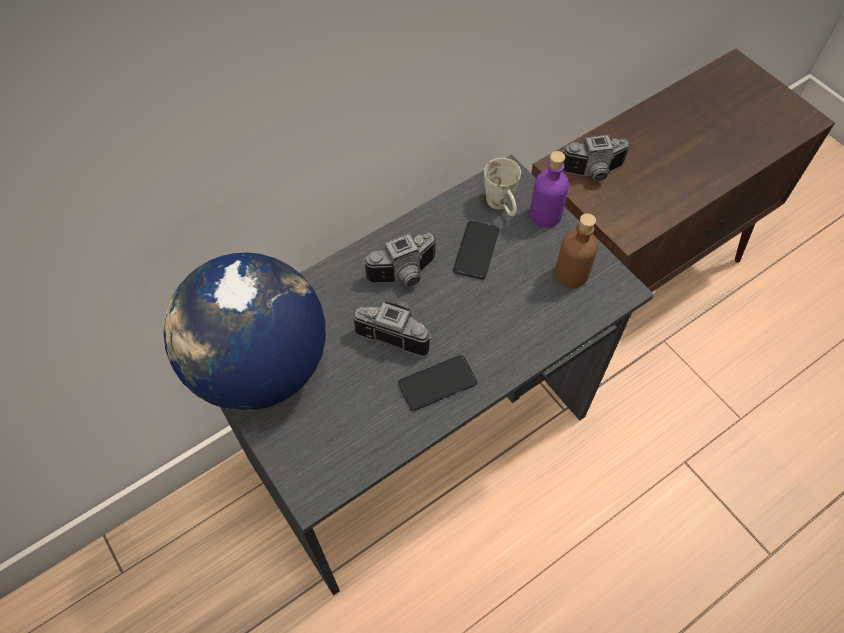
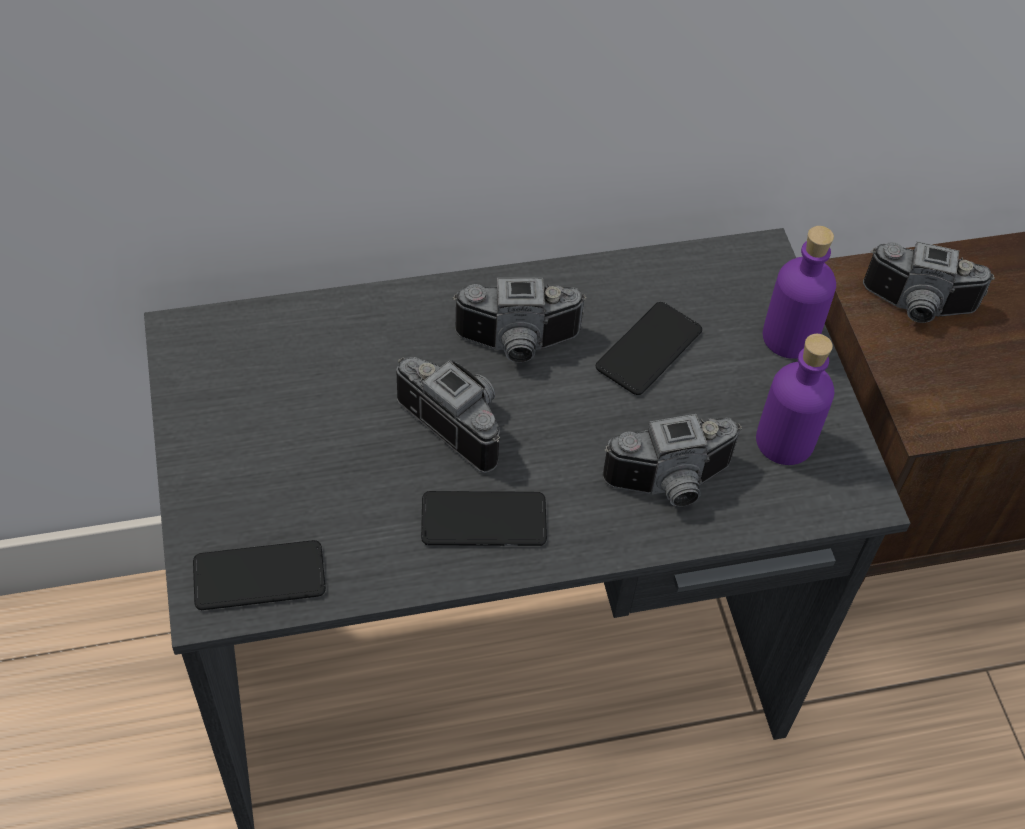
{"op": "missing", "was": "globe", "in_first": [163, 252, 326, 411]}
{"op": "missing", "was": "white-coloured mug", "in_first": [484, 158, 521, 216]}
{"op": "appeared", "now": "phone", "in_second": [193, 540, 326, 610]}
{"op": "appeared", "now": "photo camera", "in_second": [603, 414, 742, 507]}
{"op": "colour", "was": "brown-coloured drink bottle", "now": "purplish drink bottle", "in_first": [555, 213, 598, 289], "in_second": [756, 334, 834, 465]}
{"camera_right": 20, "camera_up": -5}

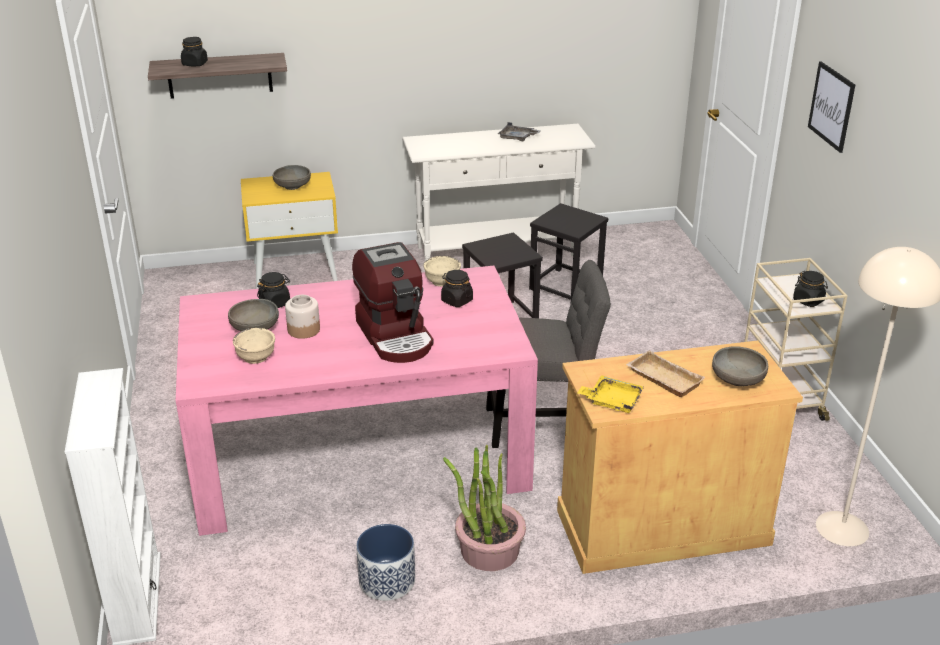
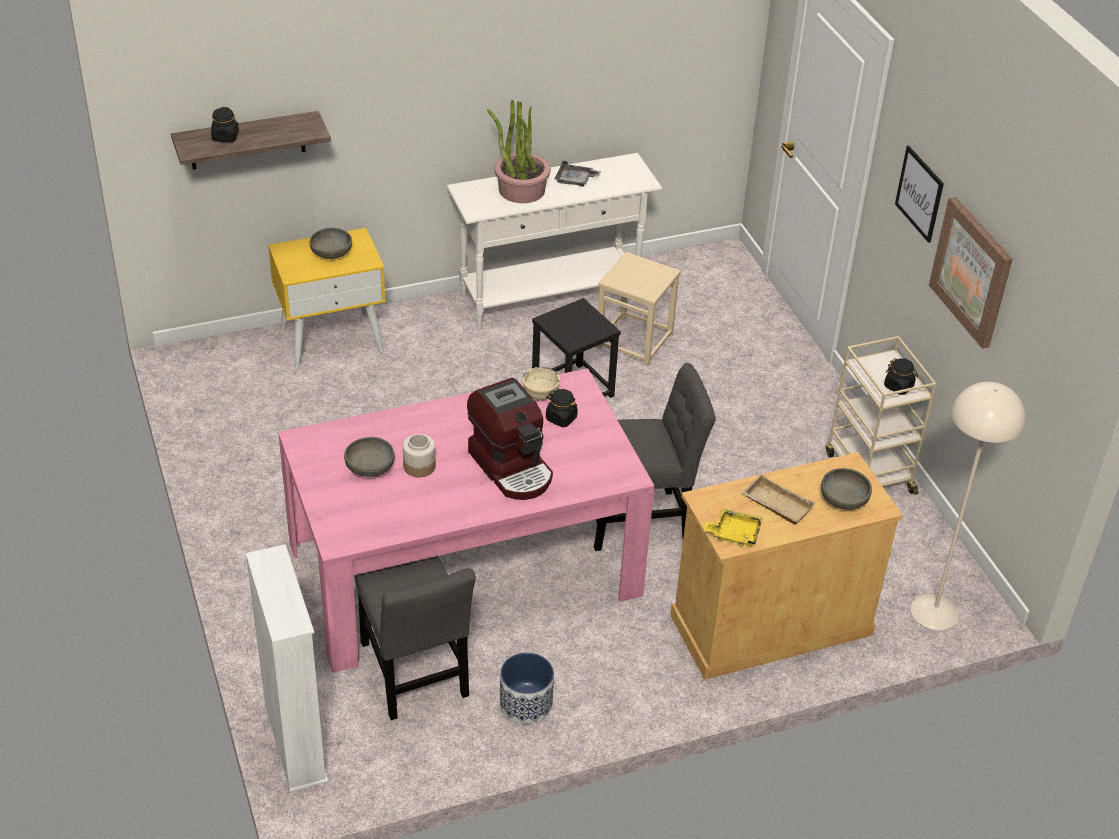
{"op": "missing", "was": "sand-coloured serving bowl", "in_first": [233, 328, 275, 364]}
{"op": "missing", "was": "black storage jar", "in_first": [257, 272, 290, 308]}
{"op": "appeared", "now": "gray upright chair", "in_second": [355, 556, 476, 720]}
{"op": "appeared", "now": "wall art", "in_second": [929, 197, 1013, 349]}
{"op": "relocated", "was": "plant in a pot", "in_first": [443, 445, 526, 571], "in_second": [487, 100, 551, 203]}
{"op": "colour", "was": "black stool", "now": "sand-coloured stool", "in_first": [529, 203, 608, 301], "in_second": [596, 252, 681, 366]}
{"camera_right": -10, "camera_up": 10}

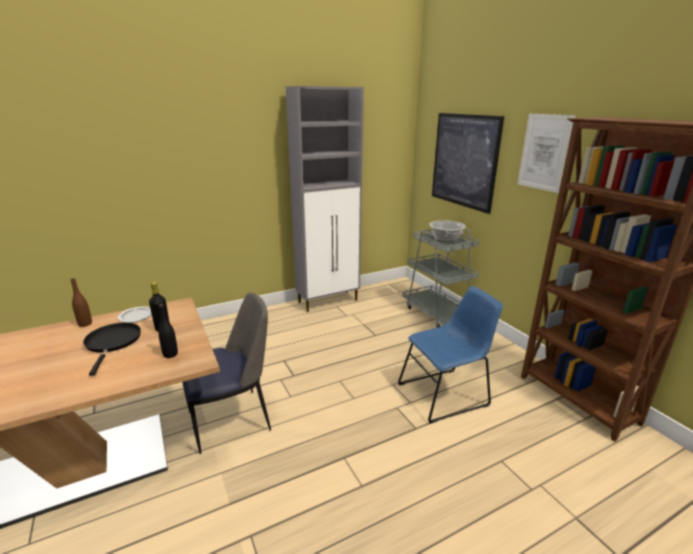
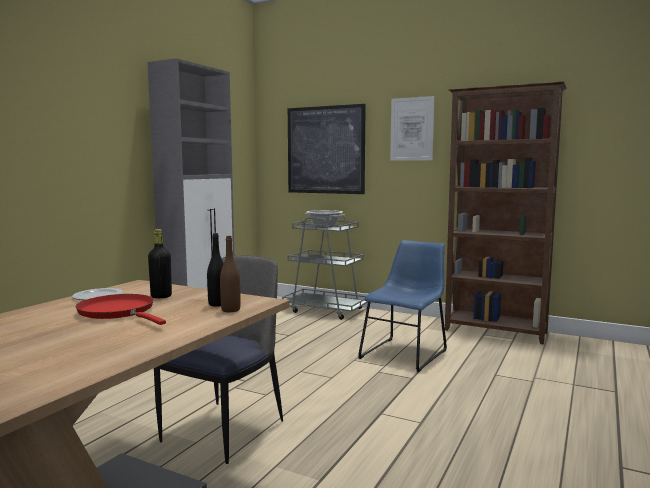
{"op": "relocated", "was": "brown-coloured drink bottle", "in_first": [71, 278, 92, 327], "in_second": [220, 236, 241, 312]}
{"op": "colour", "was": "black frying pan", "now": "reddish frying pan", "in_first": [83, 323, 141, 376], "in_second": [76, 294, 166, 325]}
{"camera_right": -35, "camera_up": -15}

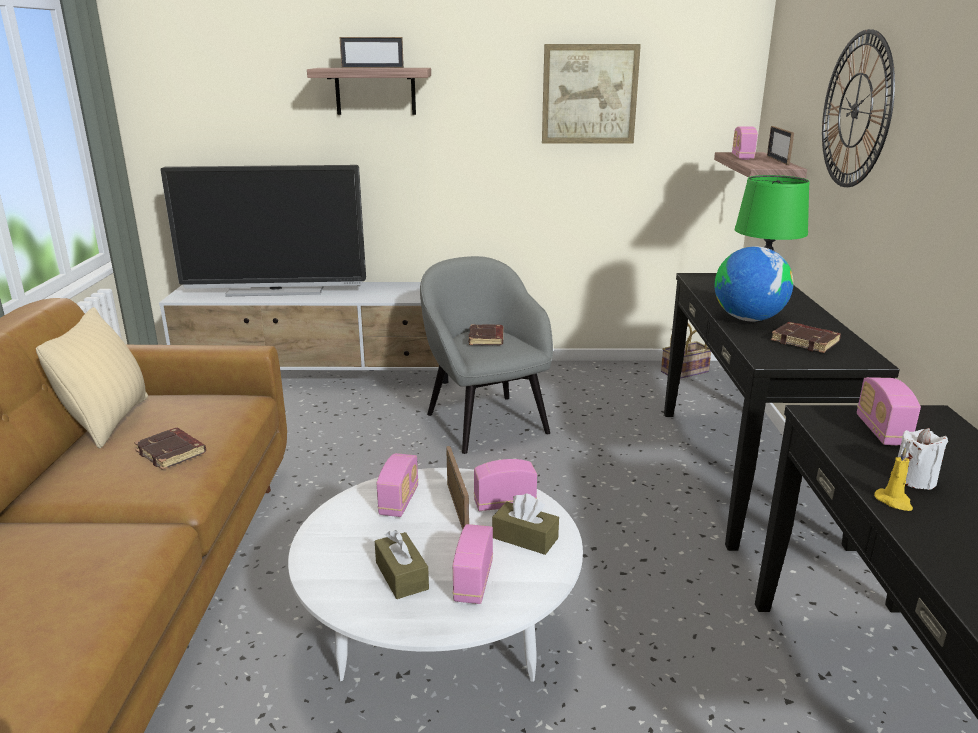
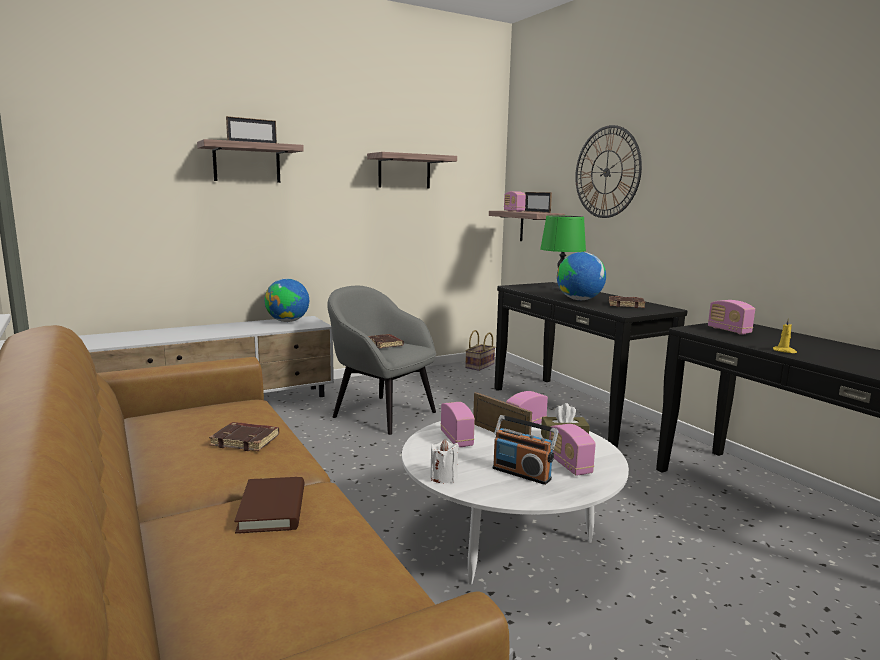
{"op": "missing", "was": "sand-coloured cushion", "in_first": [36, 307, 148, 449]}
{"op": "missing", "was": "TV set", "in_first": [160, 165, 366, 296]}
{"op": "appeared", "now": "brown-coloured book", "in_second": [234, 477, 304, 534]}
{"op": "appeared", "now": "globe", "in_second": [264, 279, 309, 322]}
{"op": "relocated", "was": "white-coloured wax light", "in_first": [898, 428, 948, 490], "in_second": [430, 439, 459, 484]}
{"op": "exchanged", "was": "brown-coloured tissue box", "now": "radio receiver", "in_first": [375, 530, 429, 599], "in_second": [493, 415, 558, 485]}
{"op": "exchanged", "was": "wall art", "now": "wall shelf", "in_first": [542, 44, 641, 143], "in_second": [367, 152, 457, 189]}
{"camera_right": -30, "camera_up": -10}

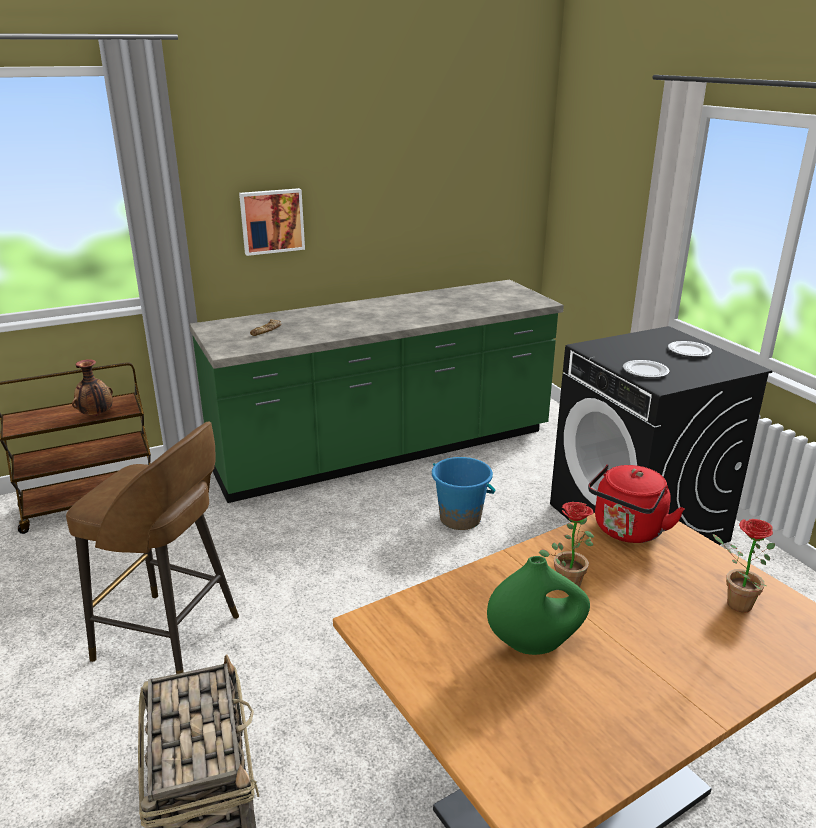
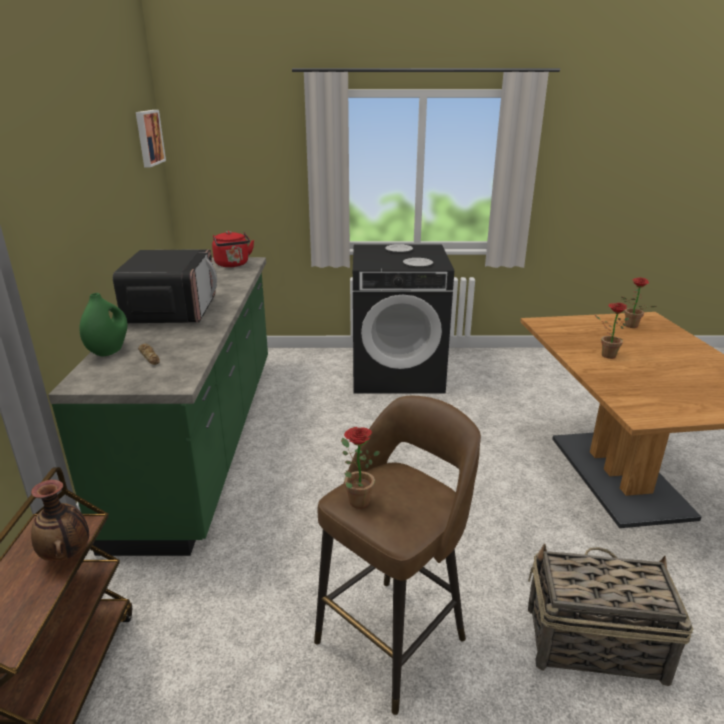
{"op": "missing", "was": "bluish bucket", "in_first": [432, 457, 496, 530]}
{"op": "appeared", "now": "microwave oven", "in_second": [113, 249, 217, 323]}
{"op": "appeared", "now": "plant in a pot", "in_second": [341, 427, 380, 509]}
{"op": "relocated", "was": "wall art", "in_first": [239, 188, 305, 256], "in_second": [136, 110, 166, 167]}
{"op": "relocated", "was": "greenish vase", "in_first": [487, 556, 590, 655], "in_second": [80, 293, 128, 357]}
{"op": "relocated", "was": "reddish water kettle", "in_first": [588, 464, 685, 543], "in_second": [212, 231, 254, 267]}
{"camera_right": -65, "camera_up": 0}

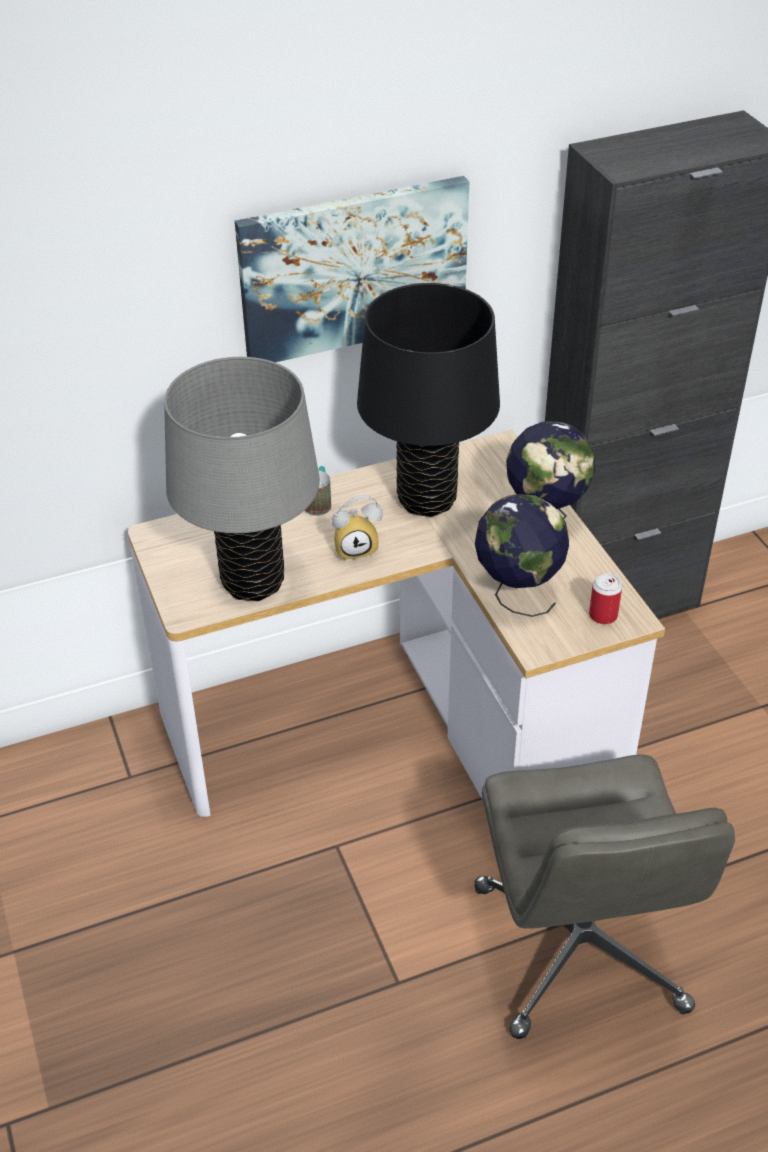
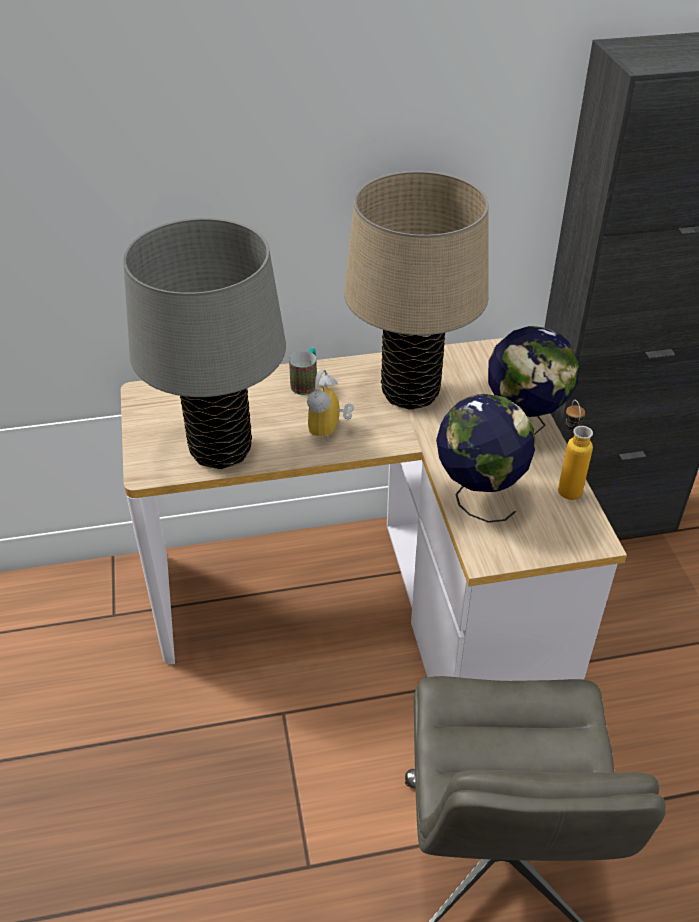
{"op": "missing", "was": "wall art", "in_first": [235, 176, 469, 363]}
{"op": "missing", "was": "metal can", "in_first": [589, 573, 622, 624]}
{"op": "appeared", "now": "drink bottle", "in_second": [558, 400, 593, 500]}
{"op": "colour", "was": "black tabletop lamp", "now": "sand-coloured tabletop lamp", "in_first": [357, 283, 500, 517], "in_second": [344, 171, 489, 410]}
{"op": "spun", "was": "alarm clock", "in_first": [332, 494, 383, 561], "in_second": [307, 369, 354, 442], "clockwise": 105}
{"camera_right": 10, "camera_up": 0}

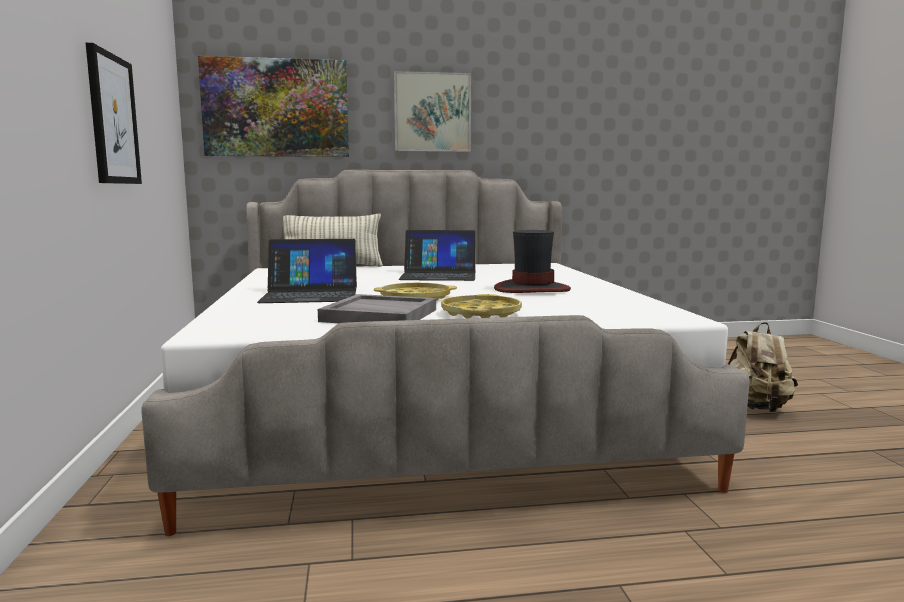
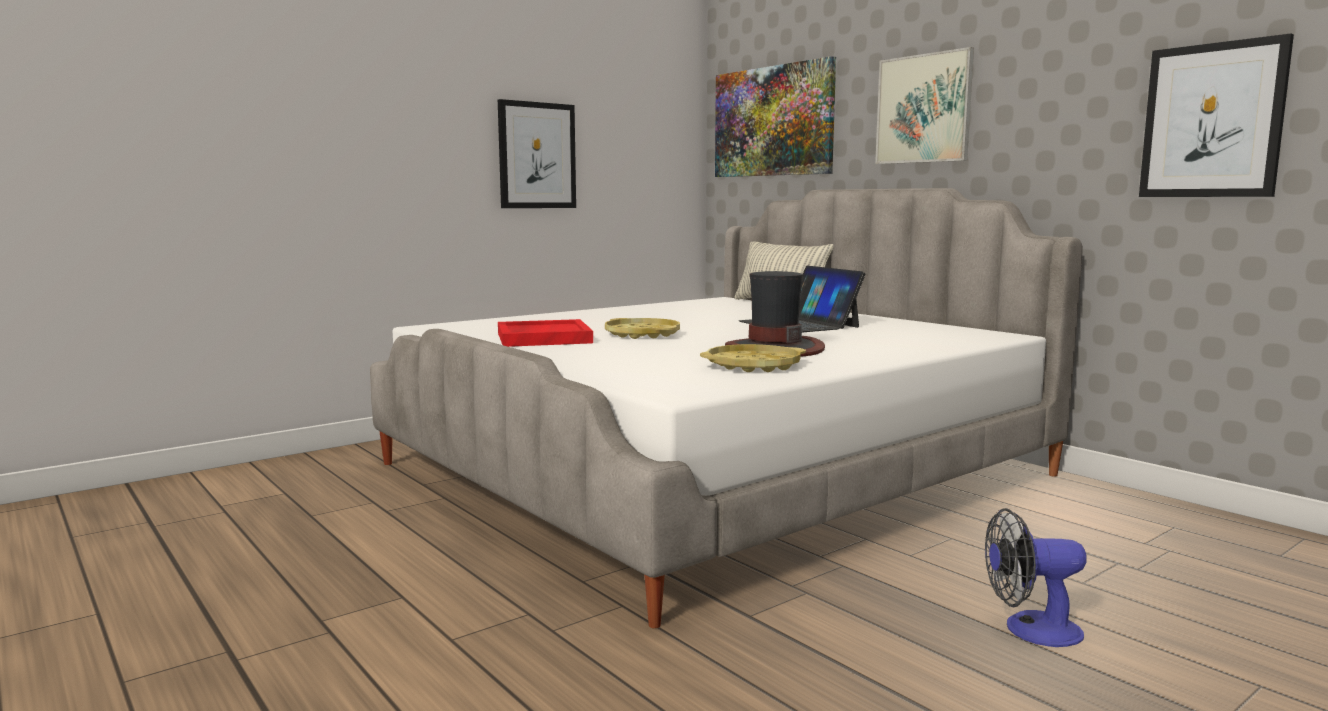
{"op": "missing", "was": "notebook computer", "in_first": [257, 239, 357, 303]}
{"op": "appeared", "now": "wall art", "in_second": [1139, 34, 1294, 197]}
{"op": "relocated", "was": "yellow serving tray", "in_first": [441, 294, 522, 318], "in_second": [700, 344, 806, 372]}
{"op": "exchanged", "was": "sand-coloured knapsack", "now": "electric fan", "in_first": [728, 322, 798, 412], "in_second": [985, 508, 1086, 647]}
{"op": "colour", "was": "gray serving tray", "now": "reddish serving tray", "in_first": [318, 294, 436, 323], "in_second": [498, 319, 593, 347]}
{"camera_right": 60, "camera_up": 0}

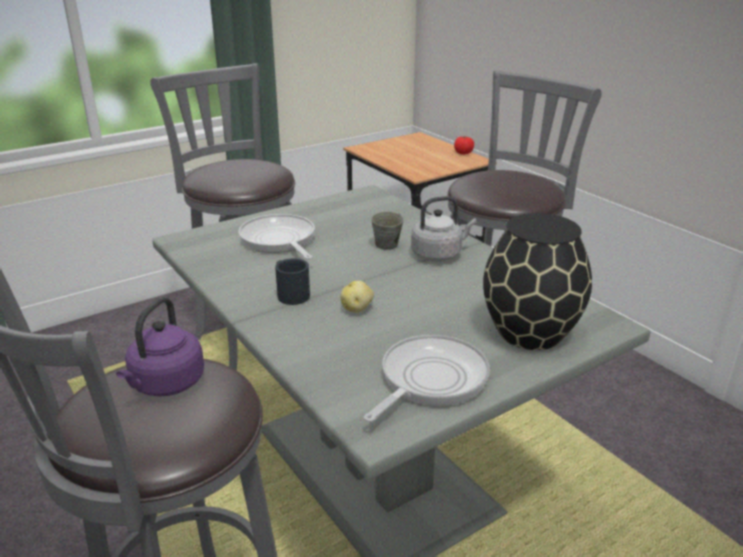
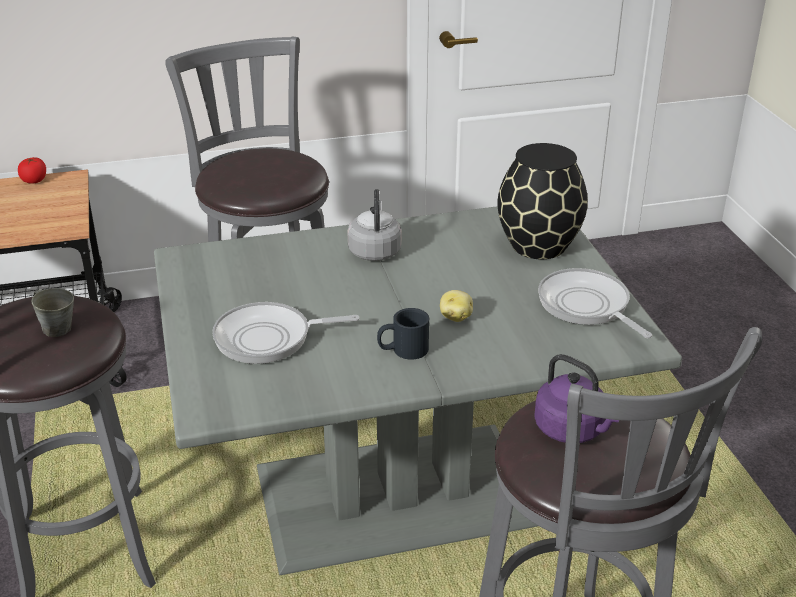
{"op": "relocated", "was": "gray mug", "in_first": [371, 211, 404, 250], "in_second": [32, 288, 74, 337]}
{"camera_right": -70, "camera_up": 5}

